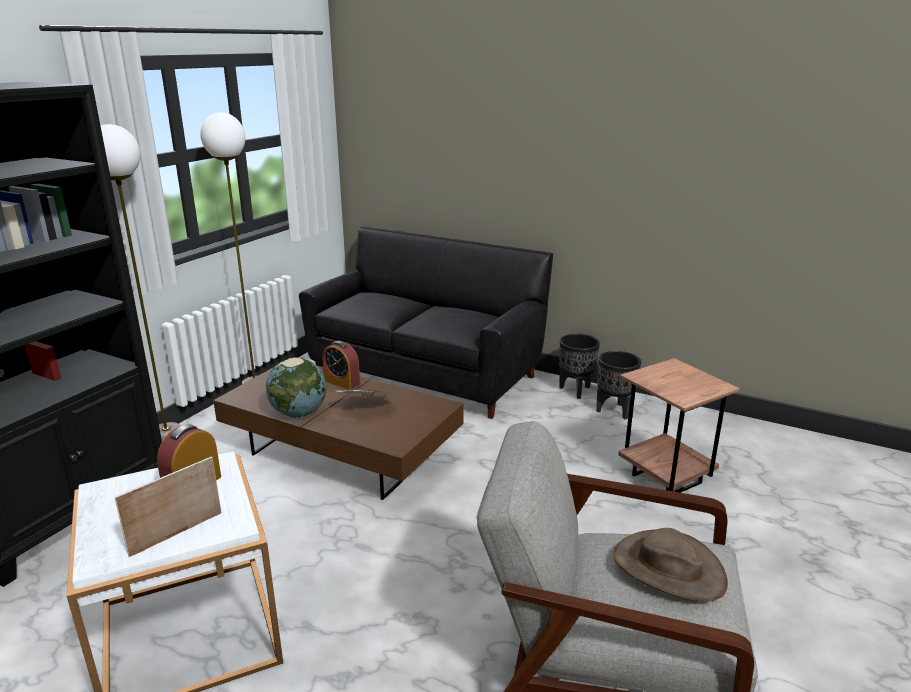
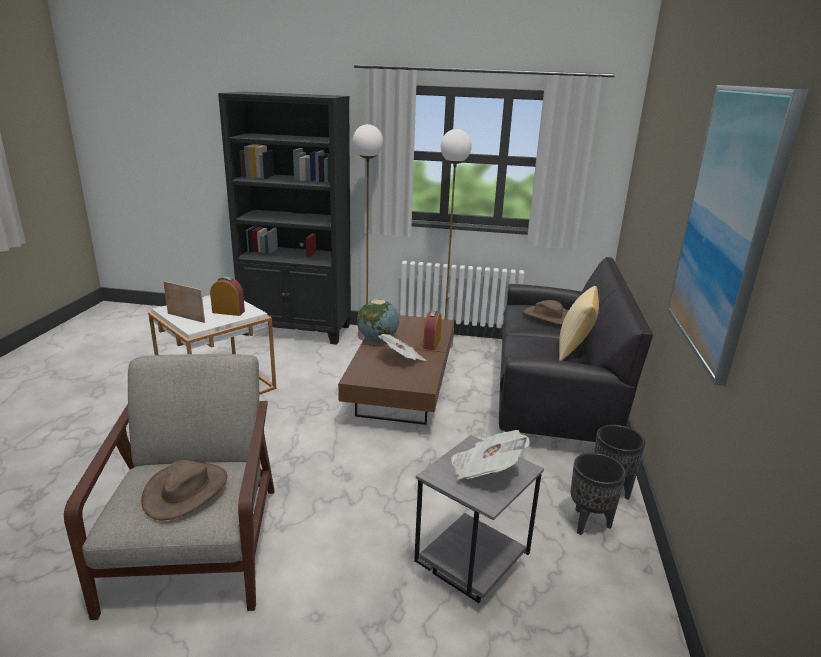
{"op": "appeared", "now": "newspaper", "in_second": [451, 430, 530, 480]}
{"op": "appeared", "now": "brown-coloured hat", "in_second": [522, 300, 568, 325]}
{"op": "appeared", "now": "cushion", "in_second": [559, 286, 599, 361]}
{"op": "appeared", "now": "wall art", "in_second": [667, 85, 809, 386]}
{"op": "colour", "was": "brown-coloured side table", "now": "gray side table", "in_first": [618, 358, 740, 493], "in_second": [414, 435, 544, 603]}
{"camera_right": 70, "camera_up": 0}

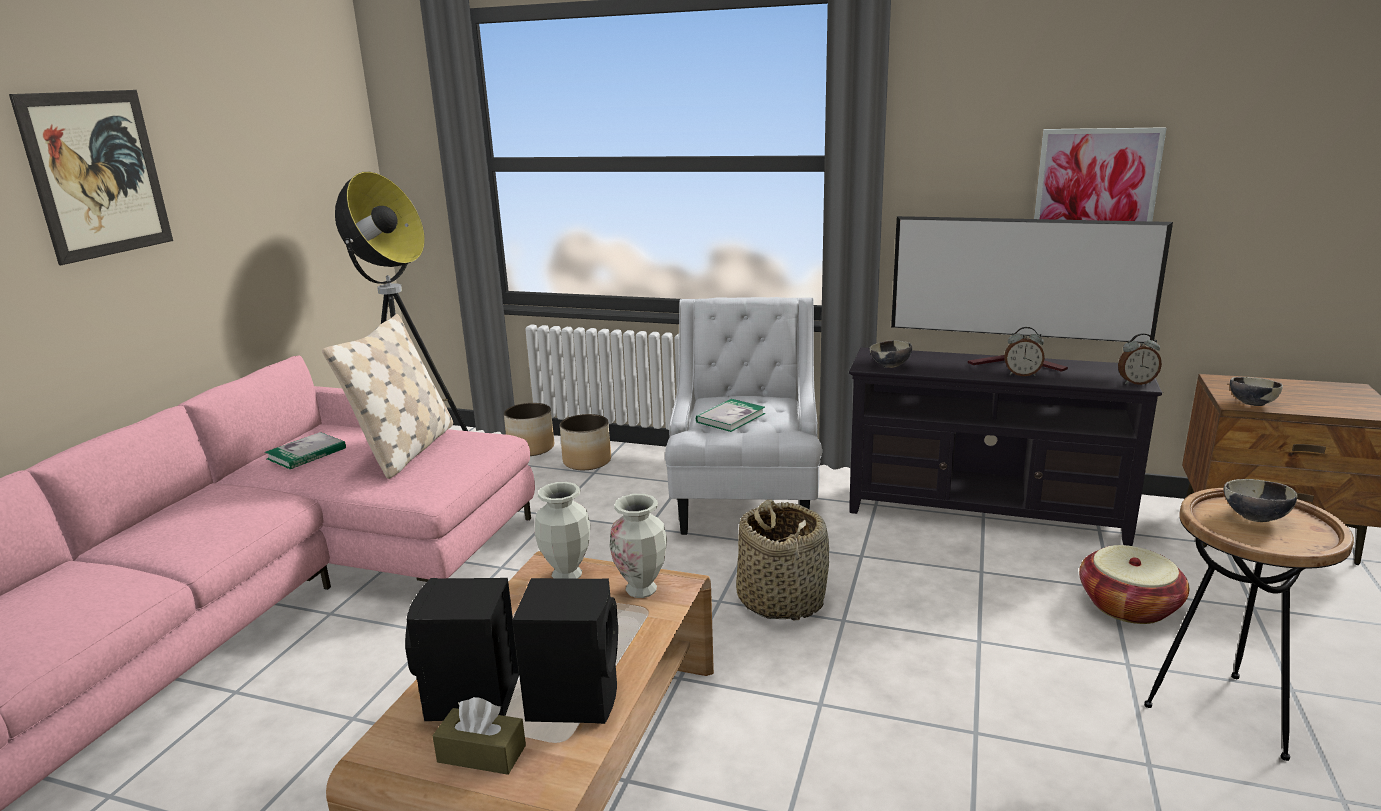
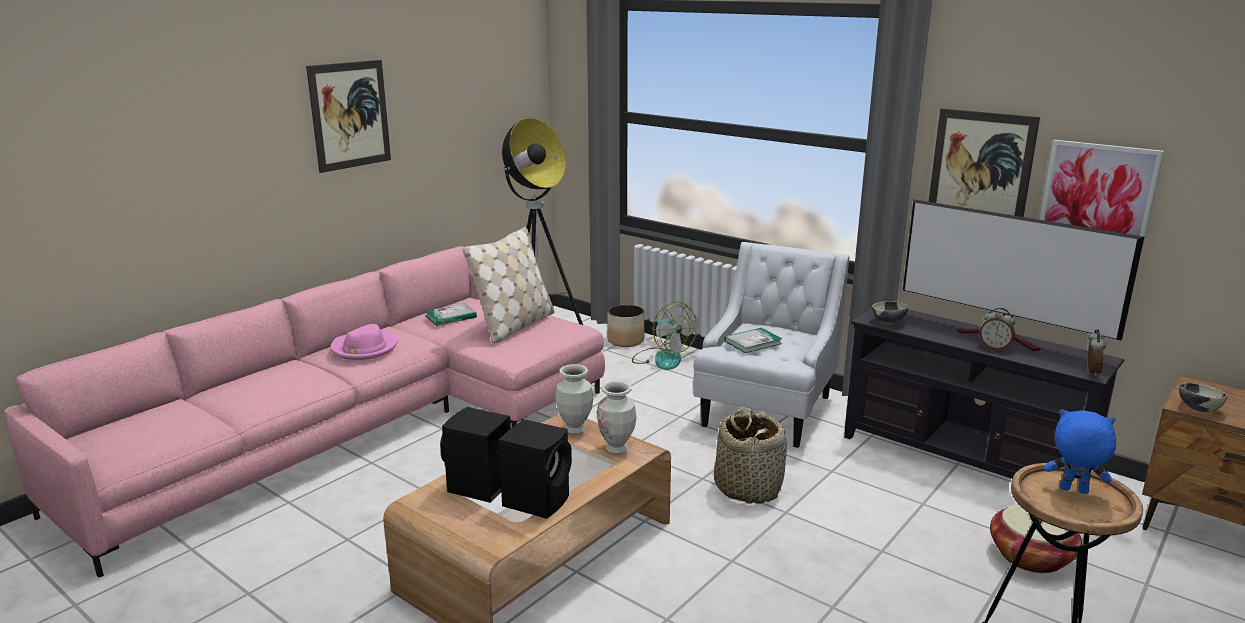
{"op": "missing", "was": "brown-coloured tissue box", "in_first": [432, 697, 526, 775]}
{"op": "appeared", "now": "pinkish hat", "in_second": [331, 324, 397, 360]}
{"op": "appeared", "now": "wall art", "in_second": [929, 108, 1040, 217]}
{"op": "exchanged", "was": "plant pot", "now": "electric fan", "in_first": [560, 414, 611, 470], "in_second": [632, 302, 698, 370]}
{"op": "exchanged", "was": "serving bowl", "now": "bluish soft toy", "in_first": [1224, 479, 1297, 522], "in_second": [1045, 409, 1116, 494]}
{"op": "spun", "was": "alarm clock", "in_first": [1118, 333, 1162, 385], "in_second": [1088, 330, 1106, 376], "clockwise": -90}
{"camera_right": 20, "camera_up": 0}

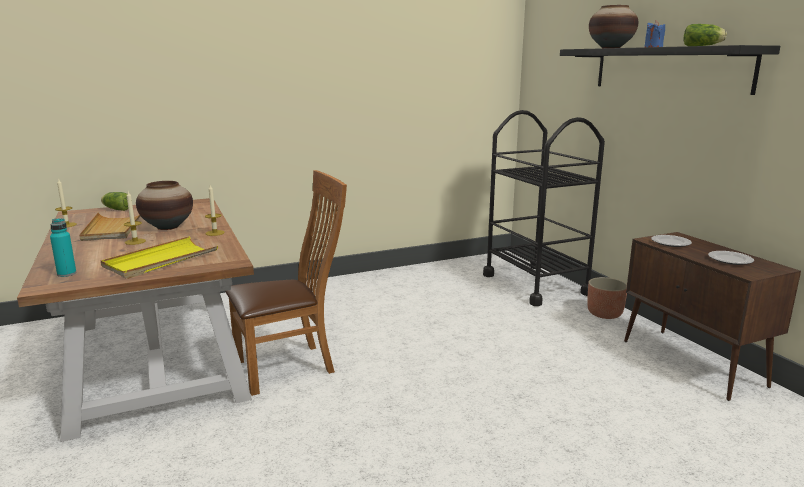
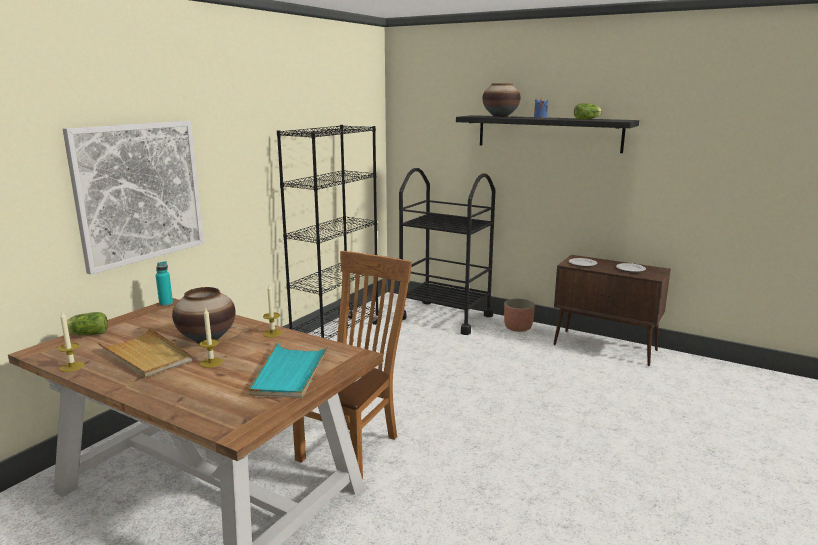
{"op": "appeared", "now": "wall art", "in_second": [63, 121, 204, 275]}
{"op": "appeared", "now": "black shelving unit", "in_second": [277, 125, 379, 339]}
{"op": "relocated", "was": "turquoise drink bottle", "in_first": [50, 218, 77, 277], "in_second": [156, 262, 173, 306]}
{"op": "colour", "was": "yellow serving tray", "now": "turquoise serving tray", "in_first": [100, 236, 218, 279], "in_second": [249, 342, 330, 398]}
{"camera_right": -35, "camera_up": 0}

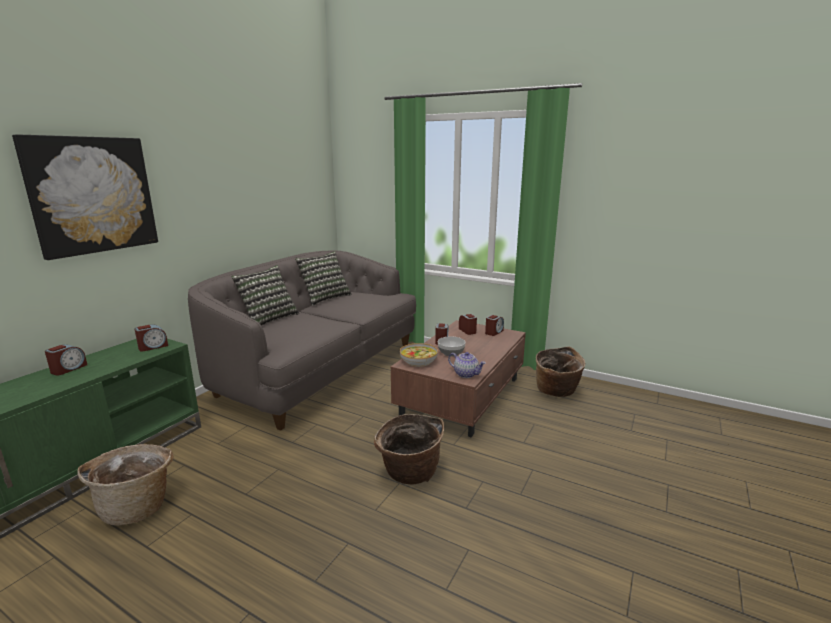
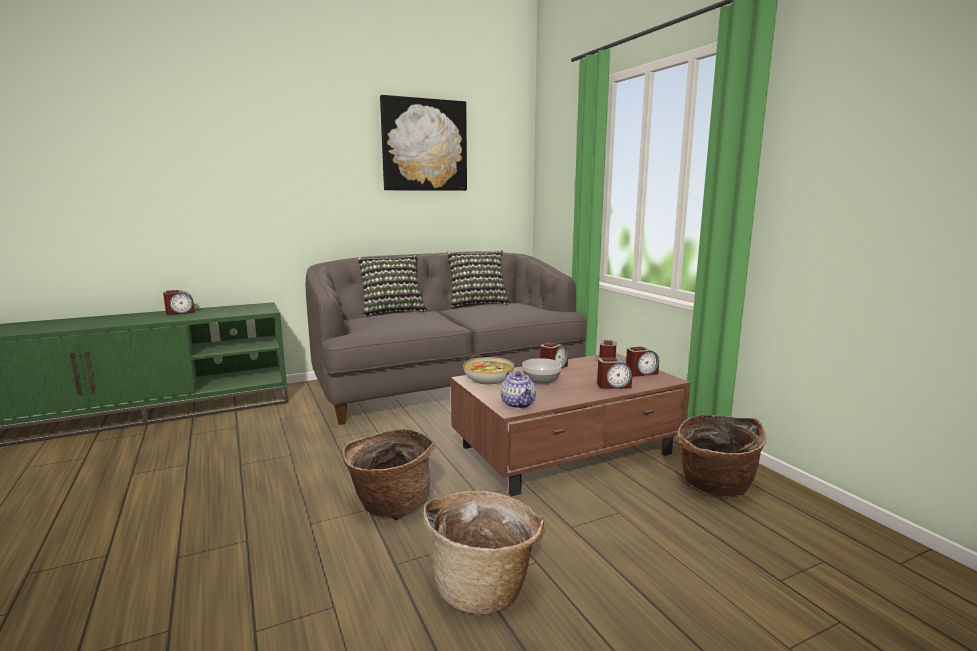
{"op": "relocated", "was": "wall art", "in_first": [12, 134, 158, 260], "in_second": [380, 95, 467, 191]}
{"op": "relocated", "was": "household basket", "in_first": [77, 444, 173, 526], "in_second": [423, 491, 545, 615]}
{"op": "relocated", "was": "alarm clock", "in_first": [134, 324, 168, 352], "in_second": [597, 357, 632, 389]}
{"camera_right": 35, "camera_up": -5}

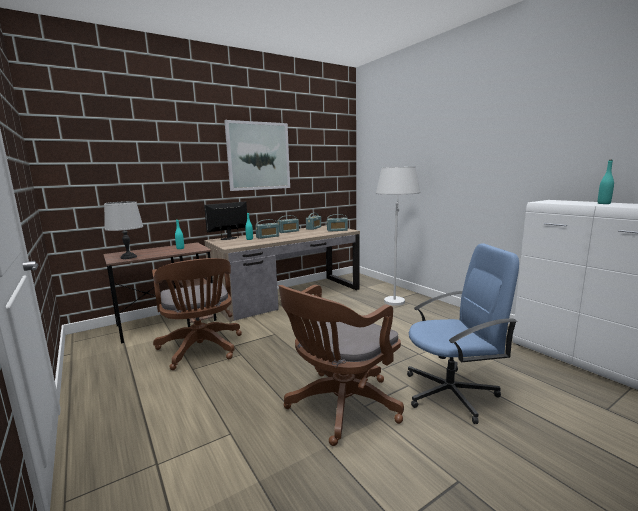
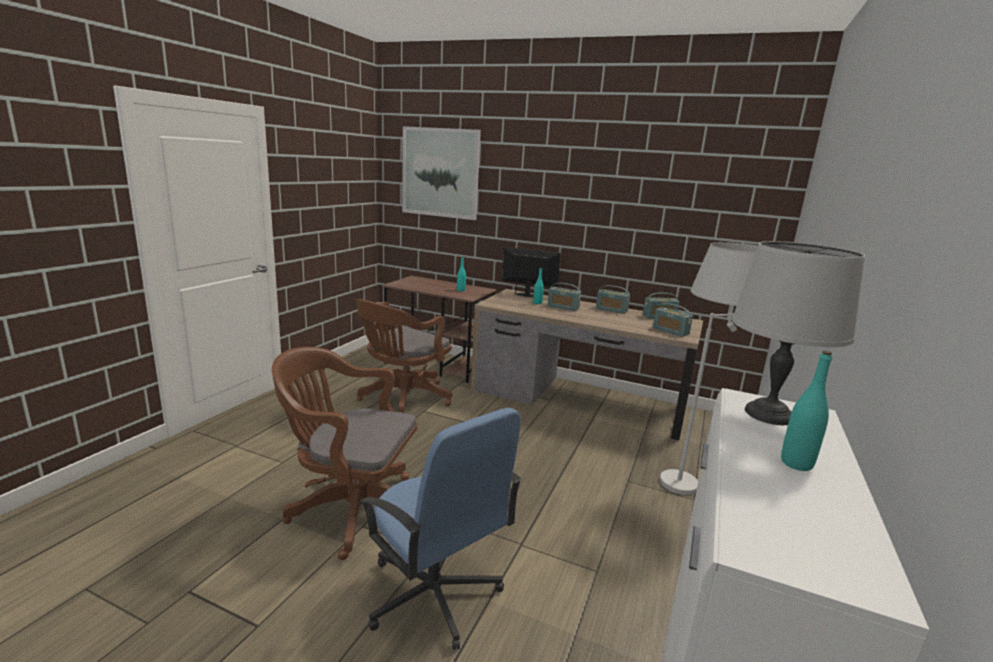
{"op": "relocated", "was": "gray tabletop lamp", "in_first": [104, 201, 143, 259], "in_second": [732, 241, 865, 425]}
{"op": "relocated", "was": "wall art", "in_first": [224, 120, 290, 191], "in_second": [402, 126, 481, 220]}
{"camera_right": 55, "camera_up": 5}

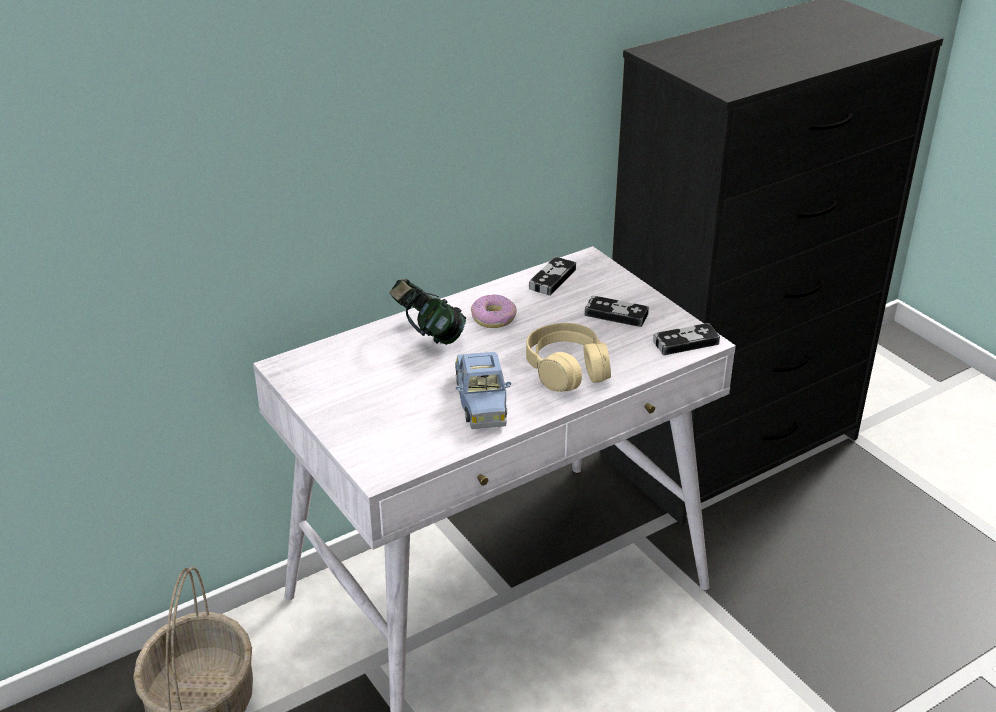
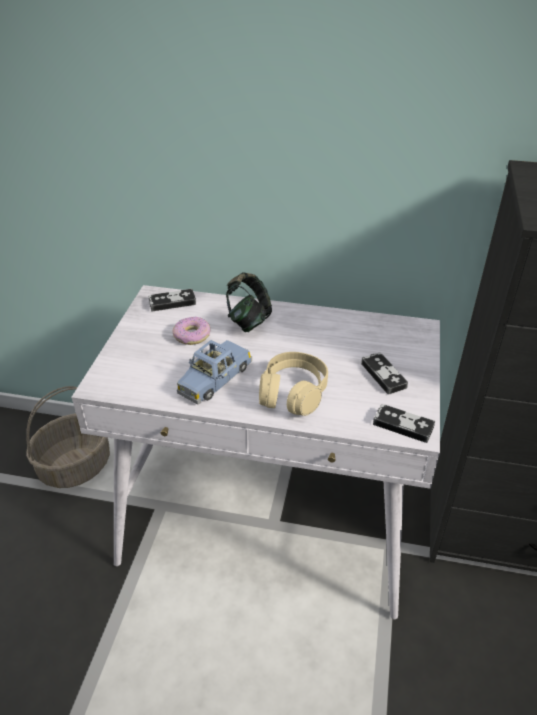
{"op": "relocated", "was": "ring doughnut", "in_first": [471, 294, 517, 328], "in_second": [173, 317, 210, 345]}
{"op": "relocated", "was": "game controller", "in_first": [529, 257, 576, 296], "in_second": [149, 289, 196, 312]}
{"camera_right": 45, "camera_up": 5}

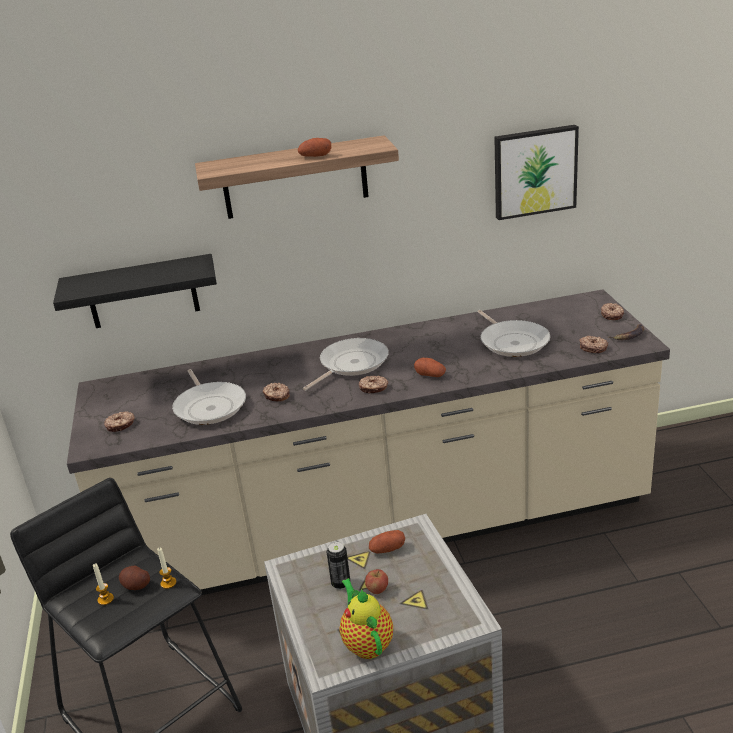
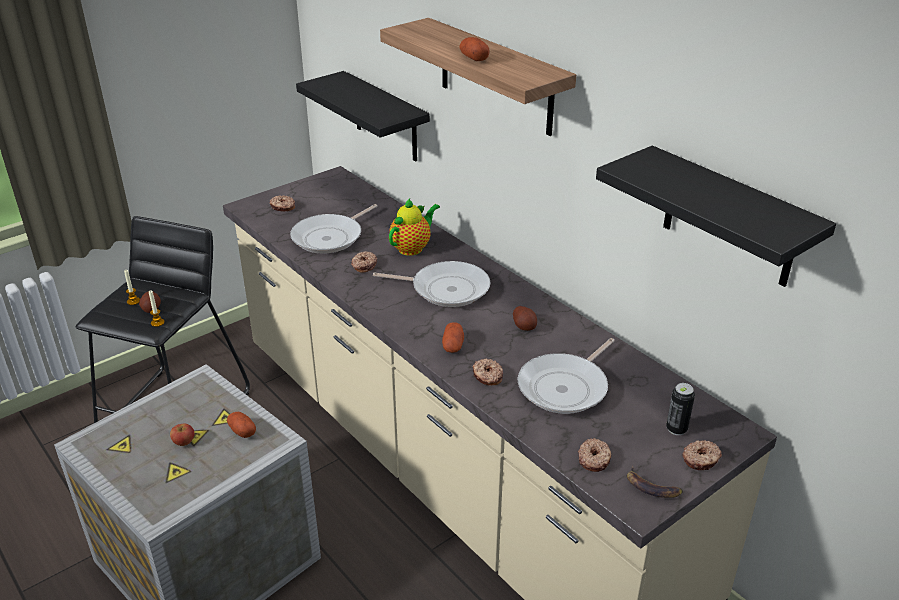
{"op": "appeared", "now": "spud", "in_second": [513, 306, 537, 331]}
{"op": "relocated", "was": "metal can", "in_first": [327, 541, 350, 590], "in_second": [666, 383, 695, 435]}
{"op": "relocated", "was": "teapot", "in_first": [340, 578, 393, 659], "in_second": [389, 198, 440, 256]}
{"op": "relocated", "was": "ring doughnut", "in_first": [359, 376, 388, 394], "in_second": [473, 359, 503, 386]}
{"op": "exchanged", "was": "wall art", "now": "black wall shelf", "in_first": [494, 125, 579, 220], "in_second": [596, 146, 836, 287]}
{"camera_right": 60, "camera_up": 5}

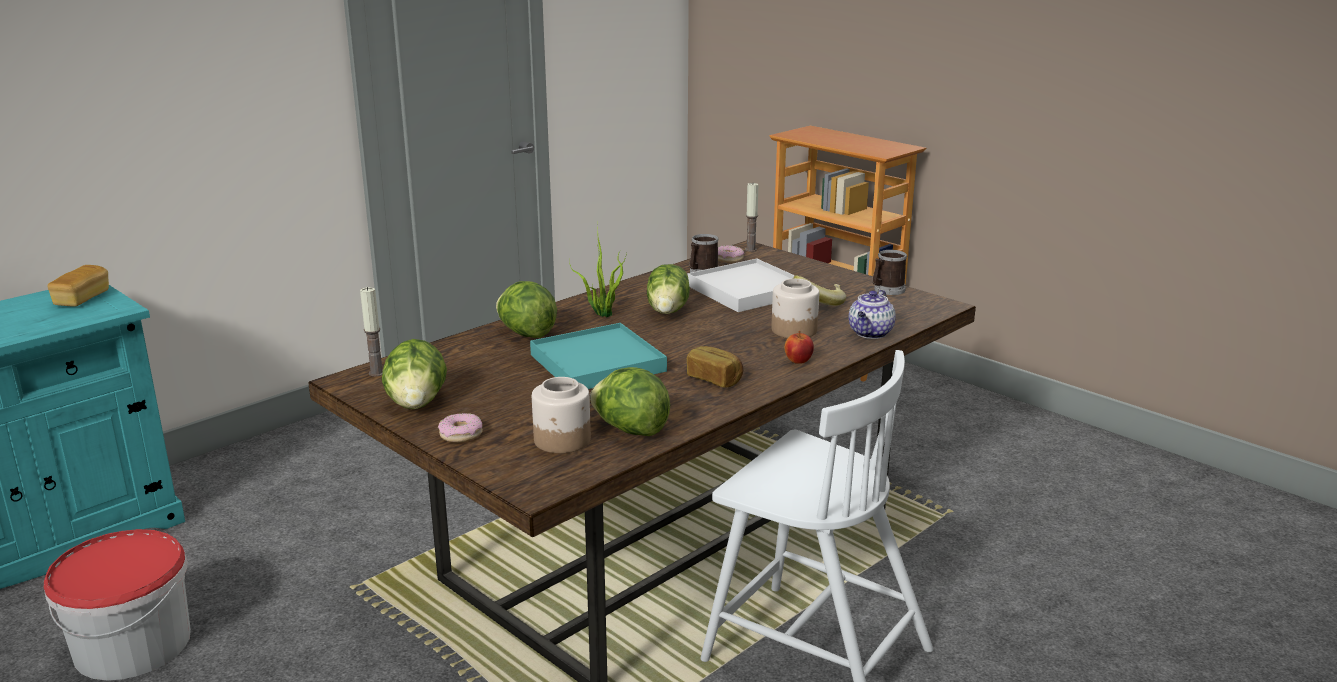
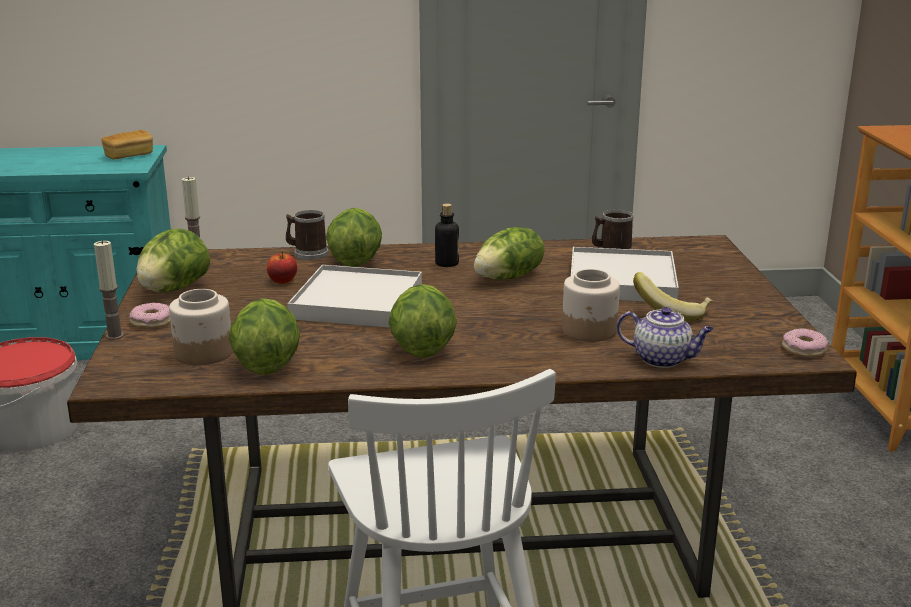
{"op": "relocated", "was": "ring doughnut", "in_first": [718, 245, 744, 263], "in_second": [782, 328, 828, 357]}
{"op": "relocated", "was": "wax light", "in_first": [745, 183, 758, 252], "in_second": [94, 240, 124, 340]}
{"op": "relocated", "was": "whole apple", "in_first": [784, 331, 814, 364], "in_second": [267, 251, 297, 284]}
{"op": "relocated", "was": "mug", "in_first": [873, 250, 907, 295], "in_second": [286, 210, 328, 260]}
{"op": "exchanged", "was": "plant in a pot", "now": "drink bottle", "in_first": [569, 224, 627, 317], "in_second": [435, 203, 459, 267]}
{"op": "exchanged", "was": "baked bread", "now": "lettuce head", "in_first": [687, 346, 743, 388], "in_second": [388, 284, 457, 358]}
{"op": "colour", "was": "turquoise serving tray", "now": "white-coloured serving tray", "in_first": [530, 323, 667, 389], "in_second": [288, 265, 422, 328]}
{"op": "spun", "was": "teapot", "in_first": [849, 290, 896, 339], "in_second": [617, 307, 714, 368], "clockwise": -135}
{"camera_right": 40, "camera_up": 0}

